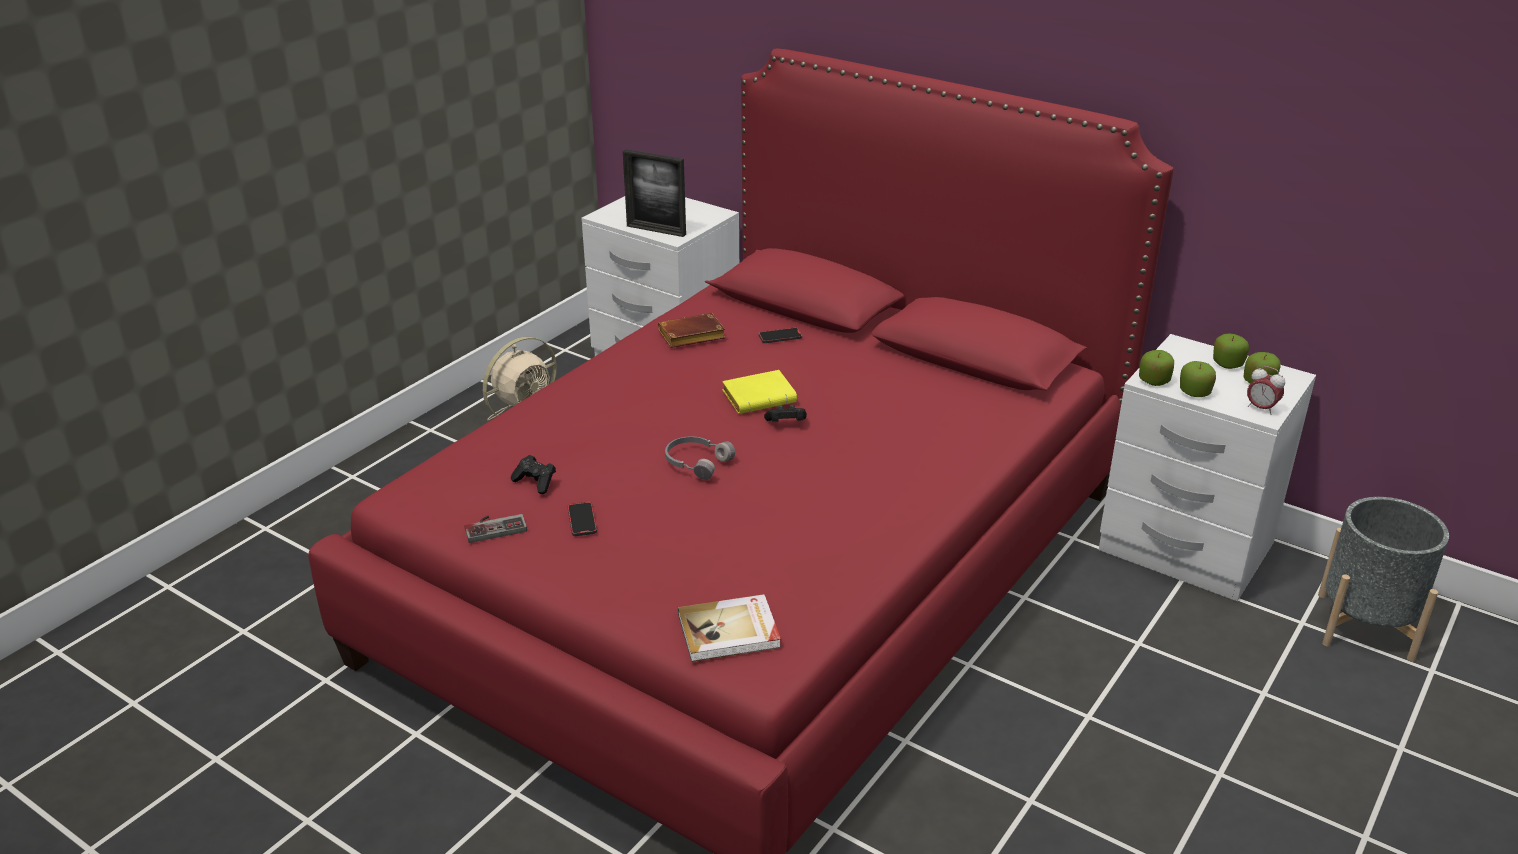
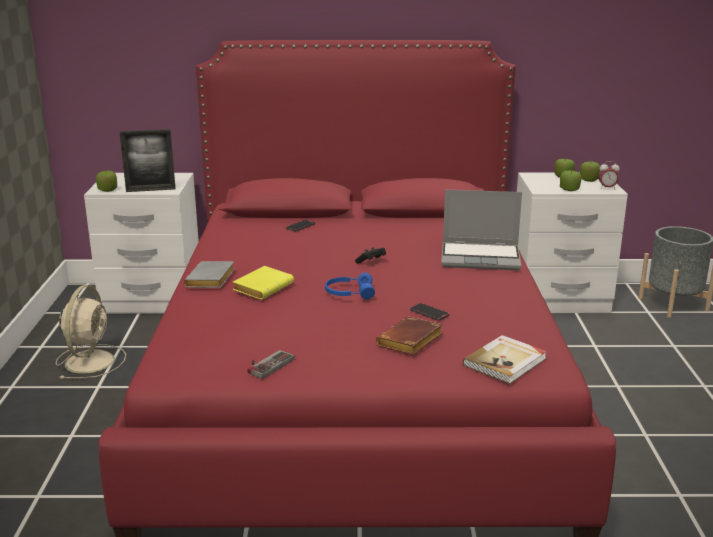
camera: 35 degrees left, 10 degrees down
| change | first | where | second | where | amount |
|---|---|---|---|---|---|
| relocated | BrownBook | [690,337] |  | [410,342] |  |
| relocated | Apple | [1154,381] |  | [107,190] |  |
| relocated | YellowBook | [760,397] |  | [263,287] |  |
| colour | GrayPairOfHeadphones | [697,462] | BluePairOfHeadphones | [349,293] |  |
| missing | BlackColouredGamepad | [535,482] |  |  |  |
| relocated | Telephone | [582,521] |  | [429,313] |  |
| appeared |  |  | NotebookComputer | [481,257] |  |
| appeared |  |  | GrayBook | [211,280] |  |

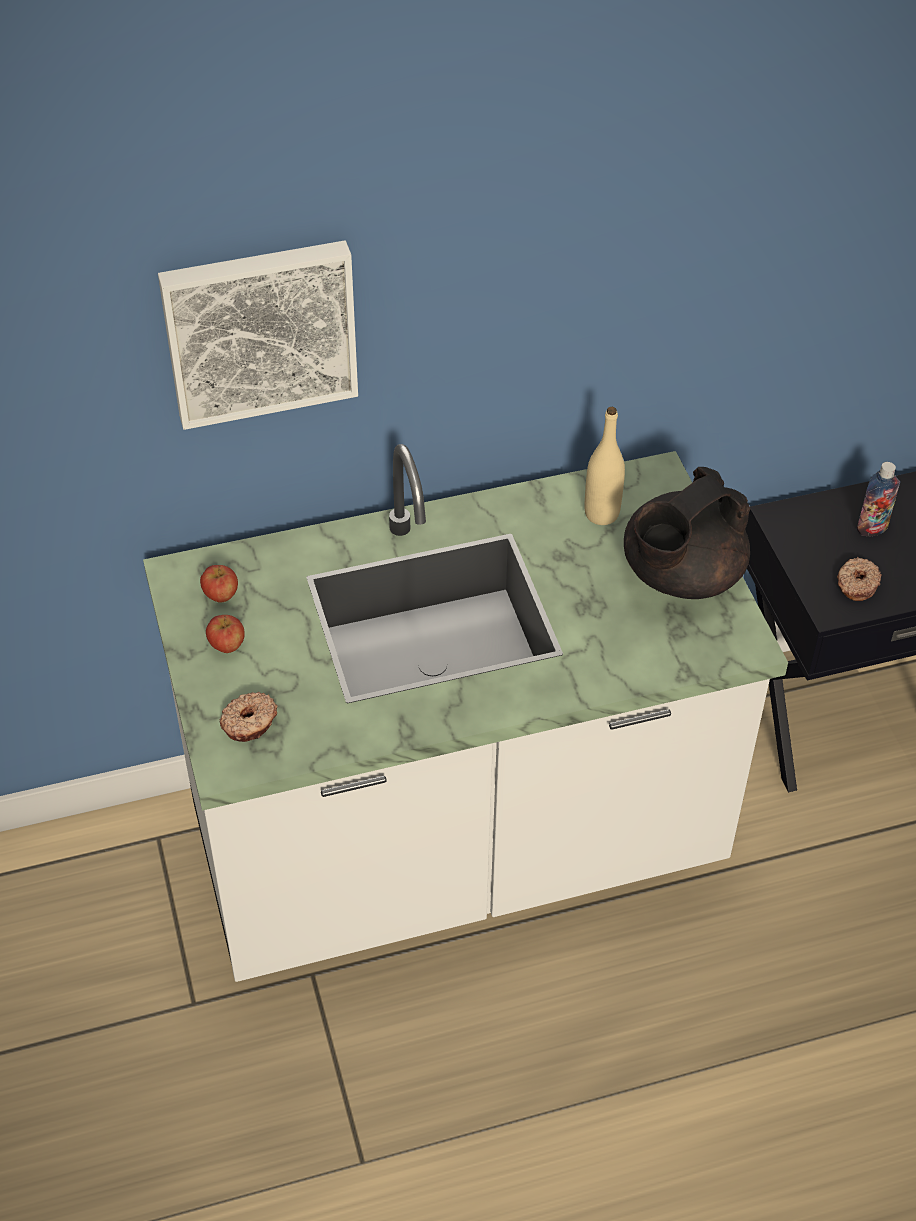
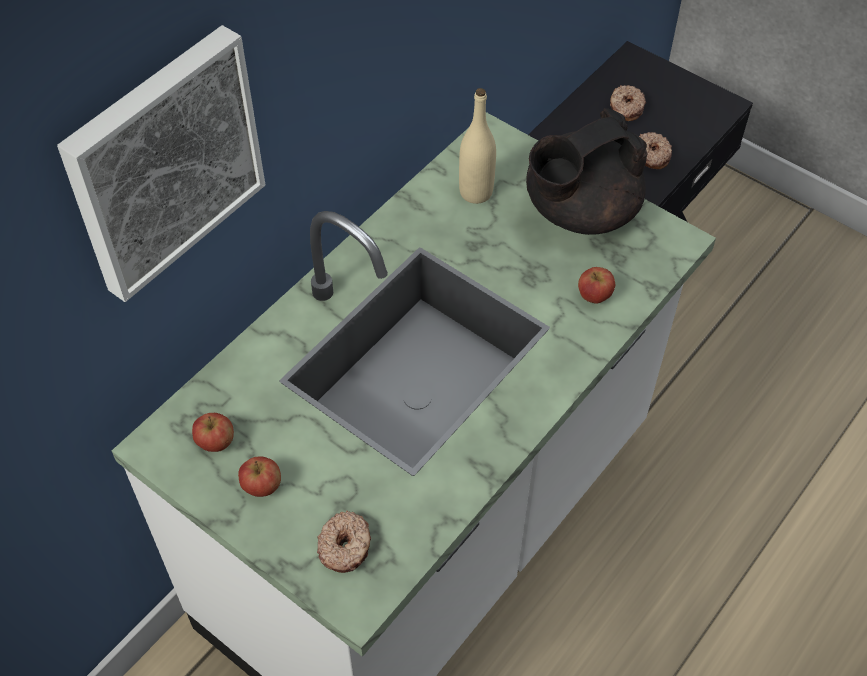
camera: 35 degrees left, 5 degrees up
| change | first | where | second | where | amount |
|---|---|---|---|---|---|
| exchanged | BeverageBottle | [872,528] | RingDoughnut | [625,108] |  |
| spun | BlackColouredTeapot | [680,575] |  | [579,211] | 45 degrees clockwise |
| appeared |  |  | Apple | [594,296] |  |

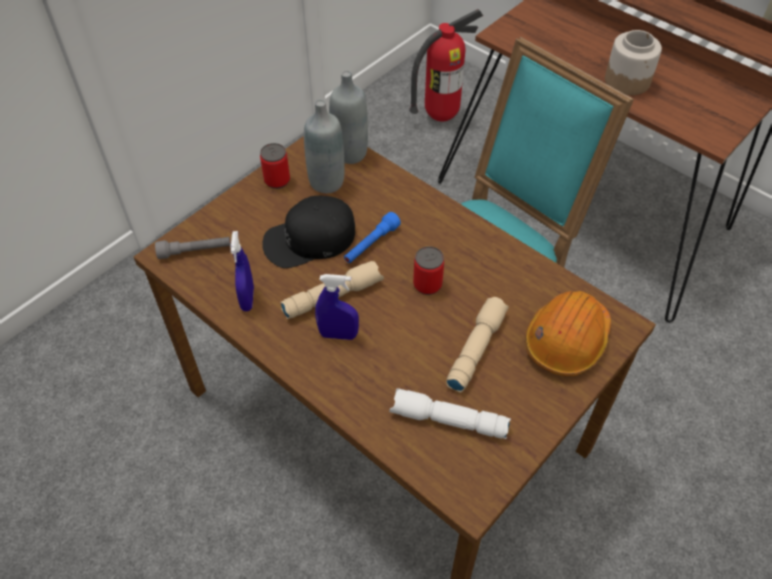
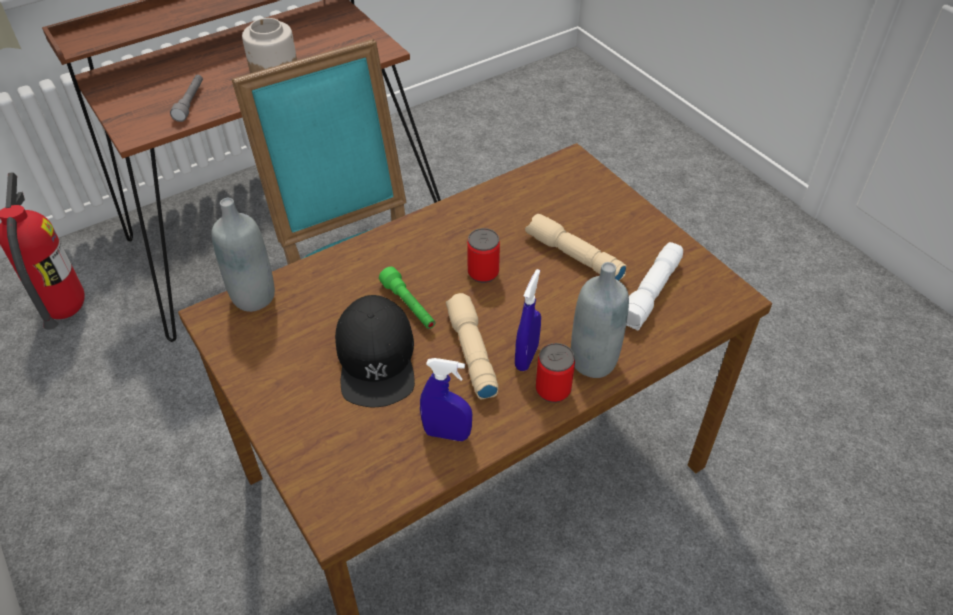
camera: 75 degrees left, 5 degrees down
| change | first | where | second | where | amount |
|---|---|---|---|---|---|
| relocated | GrayBeverageBottle | [326,182] |  | [593,361] |  |
| relocated | MetalCan | [277,180] |  | [553,390] |  |
| colour | BlueTorch | [371,244] | GreenishTorch | [409,306] |  |
| relocated | GrayTorch | [195,251] |  | [190,103] |  |
| missing | OrangeyHardHat | [566,340] |  |  |  |

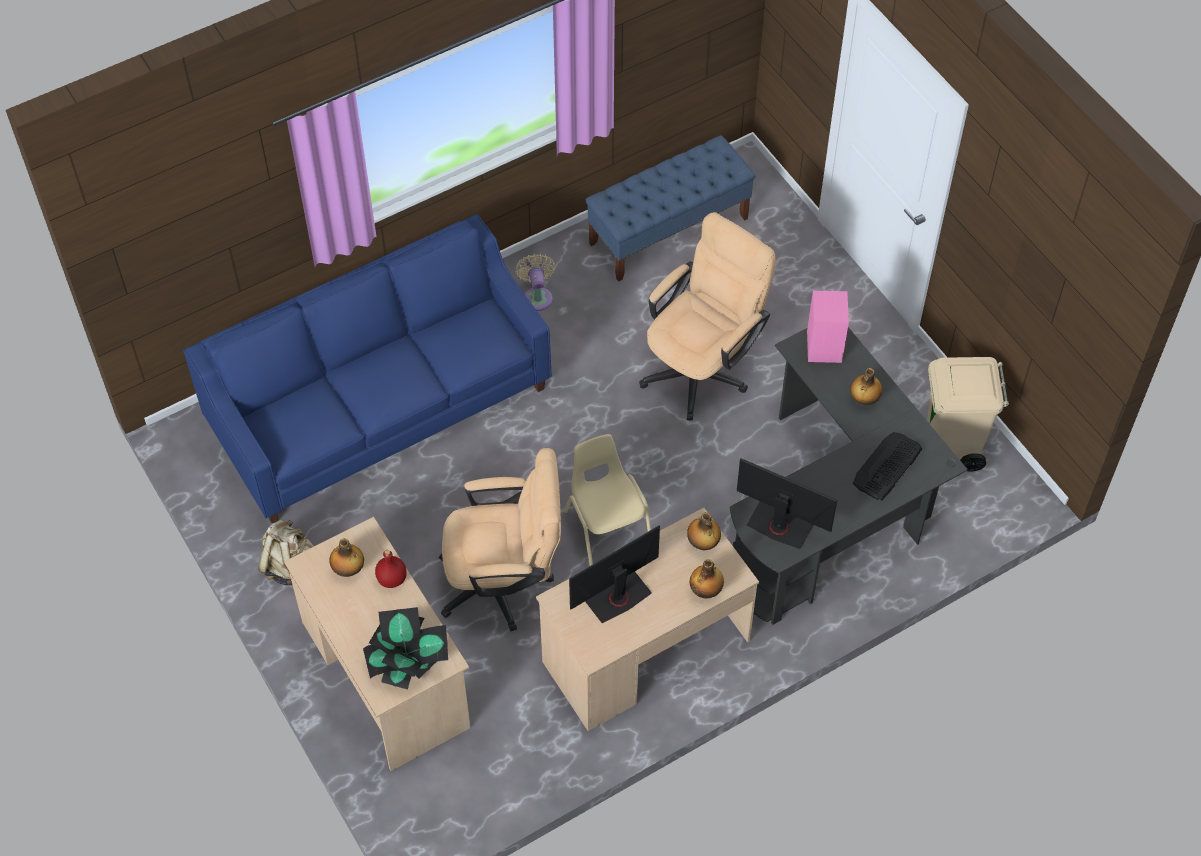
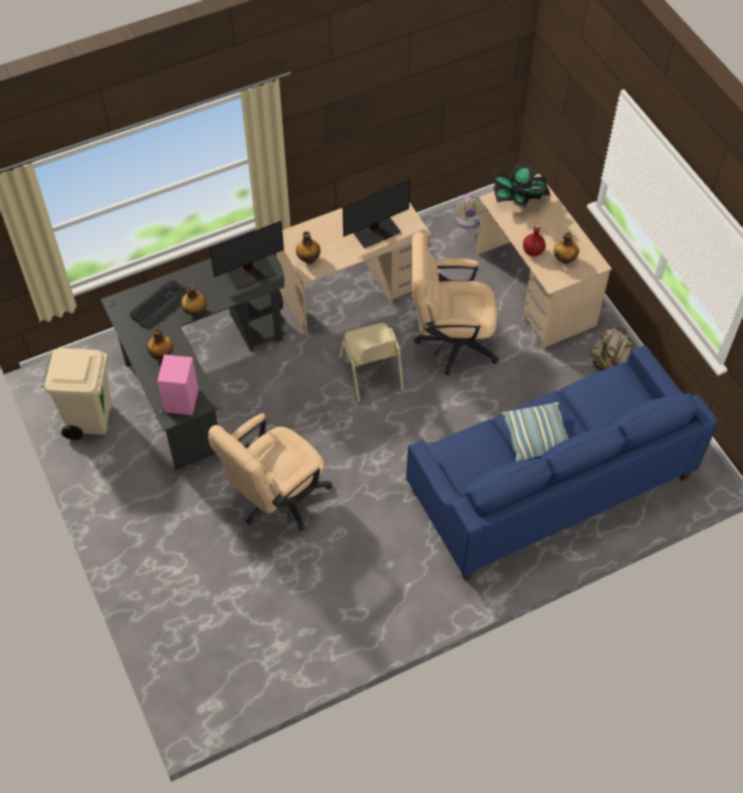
camera: 175 degrees left, 0 degrees up
| change | first | where | second | where | amount |
|---|---|---|---|---|---|
| missing | BlueIndoorBench | [669,230] |  |  |  |
| relocated | BeigeCoolingFan | [537,296] |  | [467,222] |  |
| spun | ComputerScreen | [780,523] |  | [249,271] | 60 degrees counterclockwise |
| relocated | BeverageBottle | [706,591] |  | [195,311] |  |
| appeared |  |  | ThrowPillow | [536,438] |  |

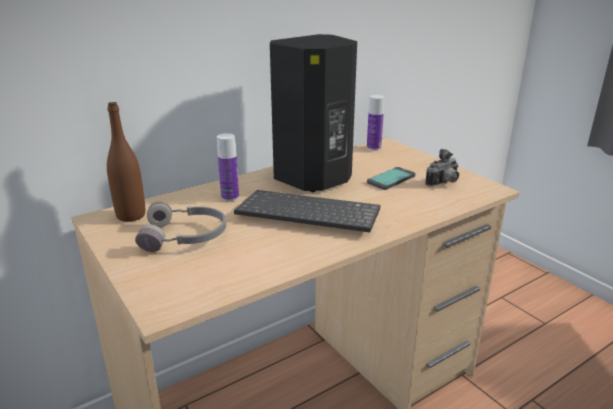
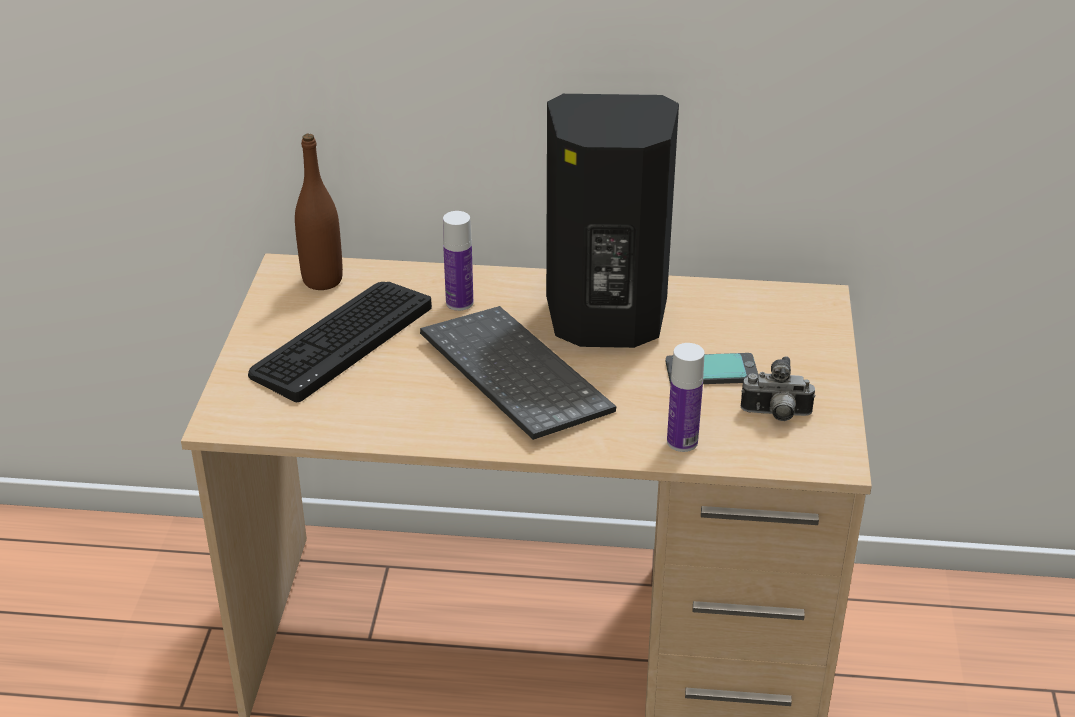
camera: 40 degrees right, 10 degrees up
| change | first | where | second | where | amount |
|---|---|---|---|---|---|
| relocated | BeverageBottle | [373,148] |  | [682,442] |  |
| exchanged | GrayPairOfHeadphones | [185,237] | PcKeyboard | [341,340] |  |

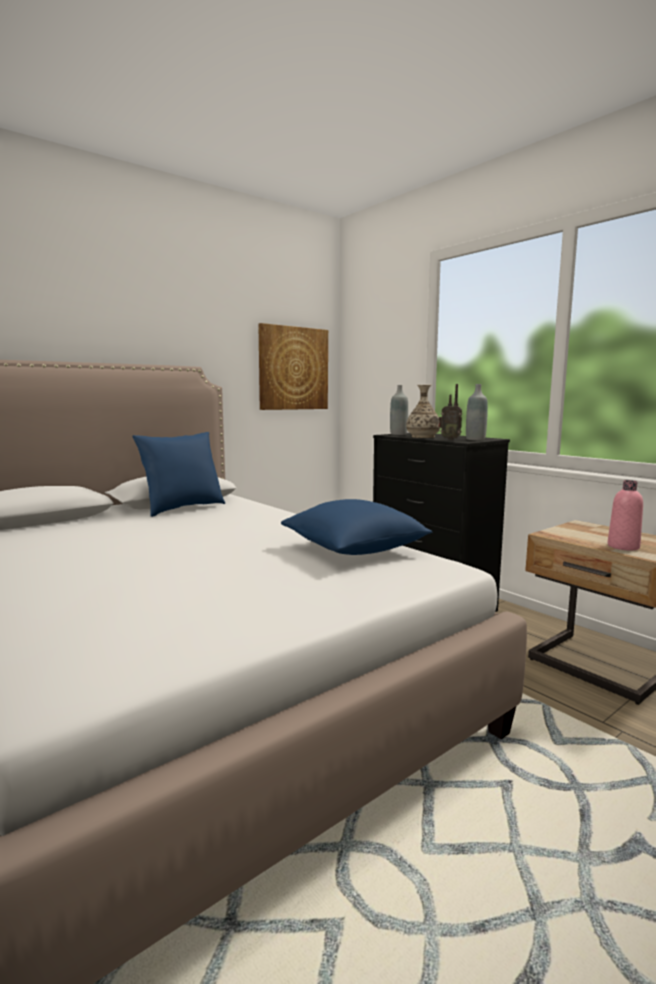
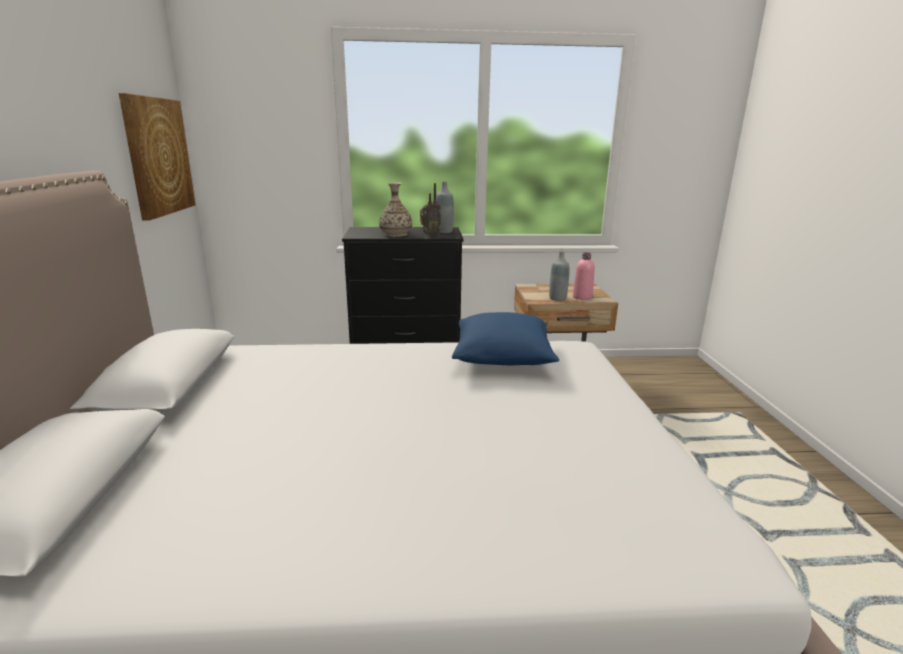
camera: 55 degrees left, 10 degrees up
| change | first | where | second | where | amount |
|---|---|---|---|---|---|
| relocated | GrayBeverageBottle | [398,434] |  | [557,298] |  |
| missing | BlueThrowPillow | [182,508] |  |  |  |

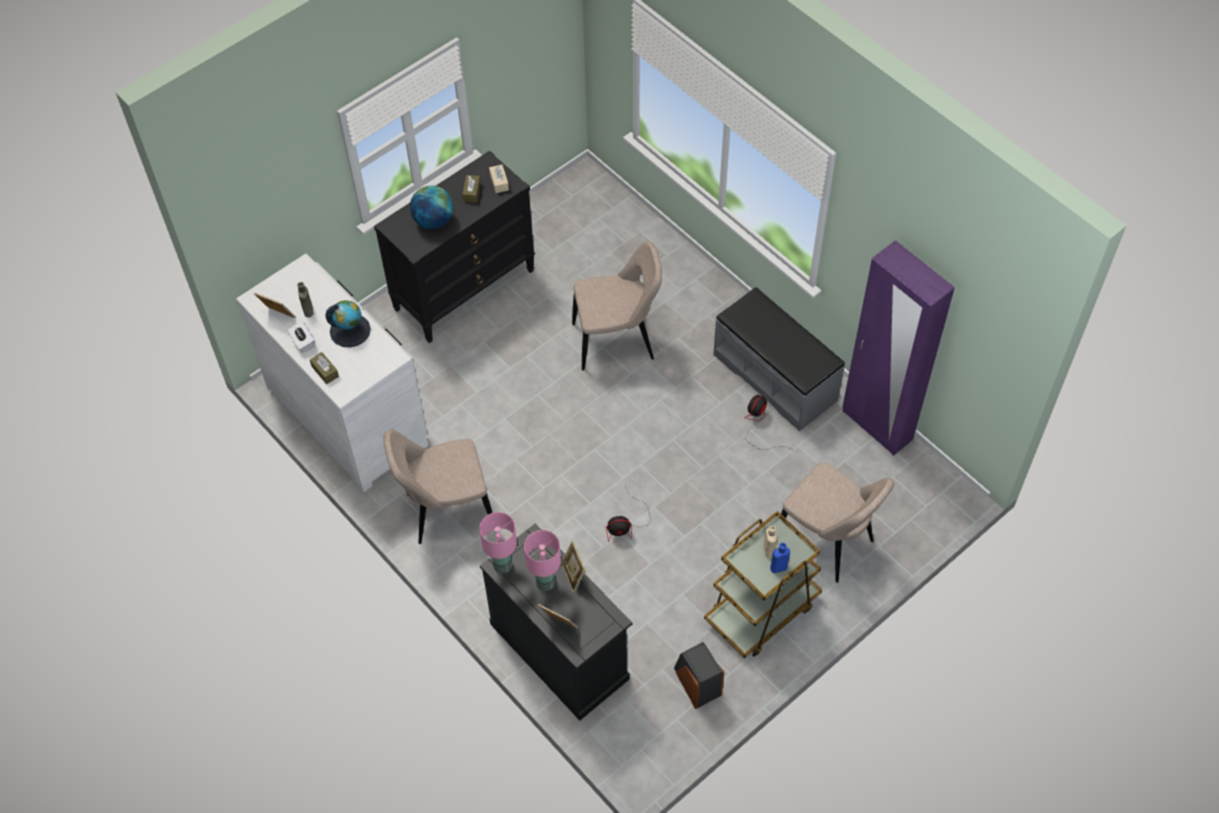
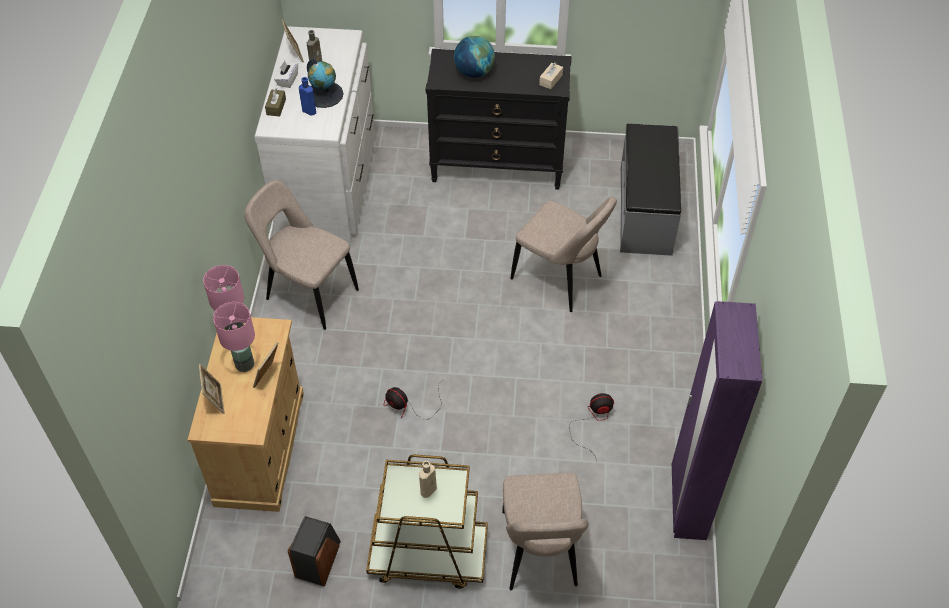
camera: 45 degrees right, 5 degrees down
| change | first | where | second | where | amount |
|---|---|---|---|---|---|
| missing | BrownBoxOfTissues | [472,192] |  |  |  |
| relocated | GrayIndoorBench | [775,377] |  | [646,210] |  |
| colour | BlackColouredCabinet | [559,651] | BeigeCabinet | [260,448] |  |
| relocated | BlueBeverageBottle | [777,568] |  | [308,111] |  |

